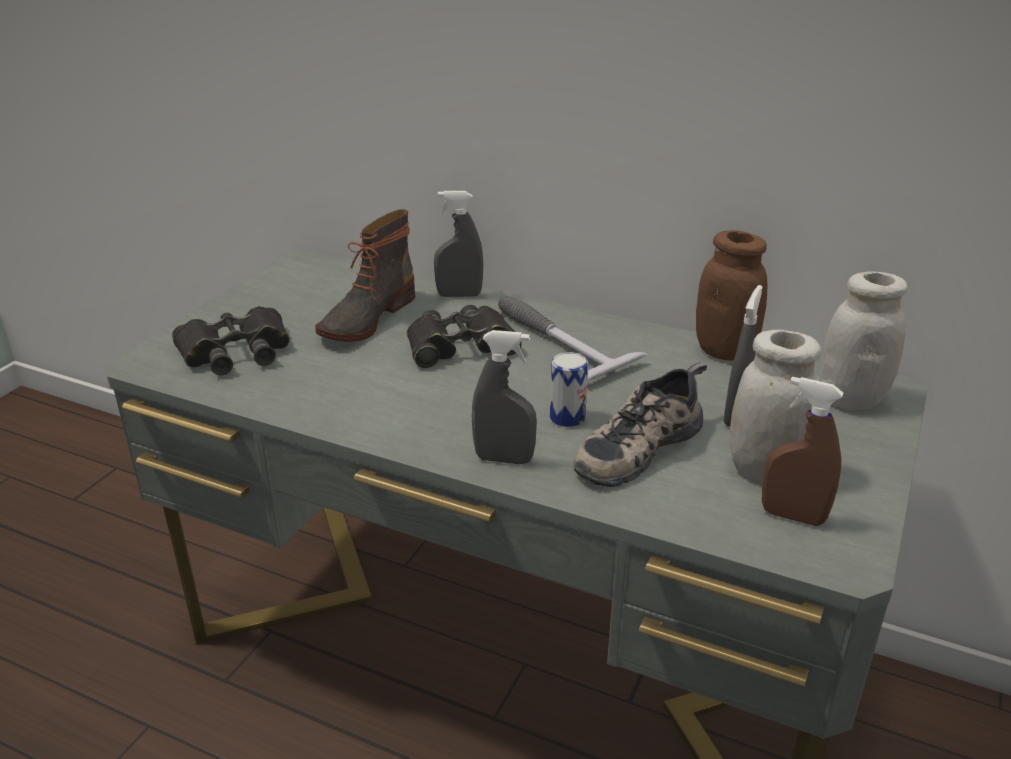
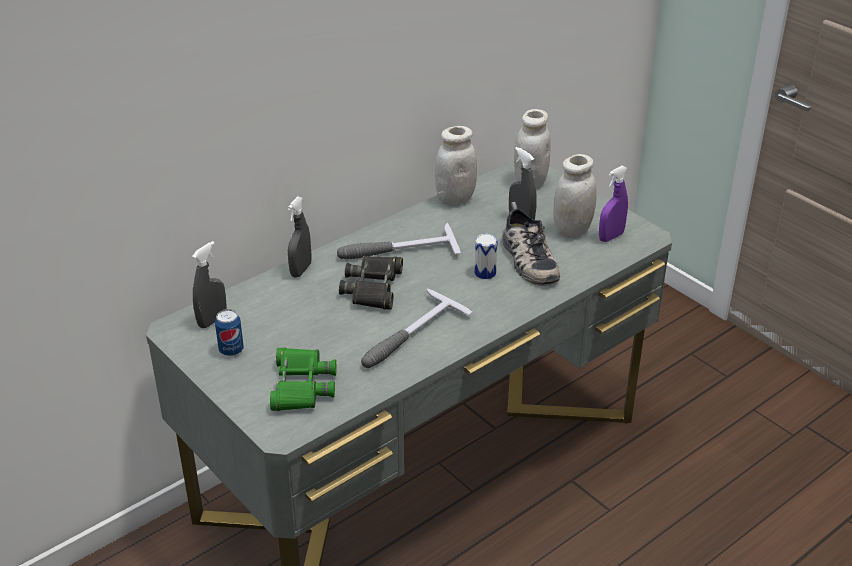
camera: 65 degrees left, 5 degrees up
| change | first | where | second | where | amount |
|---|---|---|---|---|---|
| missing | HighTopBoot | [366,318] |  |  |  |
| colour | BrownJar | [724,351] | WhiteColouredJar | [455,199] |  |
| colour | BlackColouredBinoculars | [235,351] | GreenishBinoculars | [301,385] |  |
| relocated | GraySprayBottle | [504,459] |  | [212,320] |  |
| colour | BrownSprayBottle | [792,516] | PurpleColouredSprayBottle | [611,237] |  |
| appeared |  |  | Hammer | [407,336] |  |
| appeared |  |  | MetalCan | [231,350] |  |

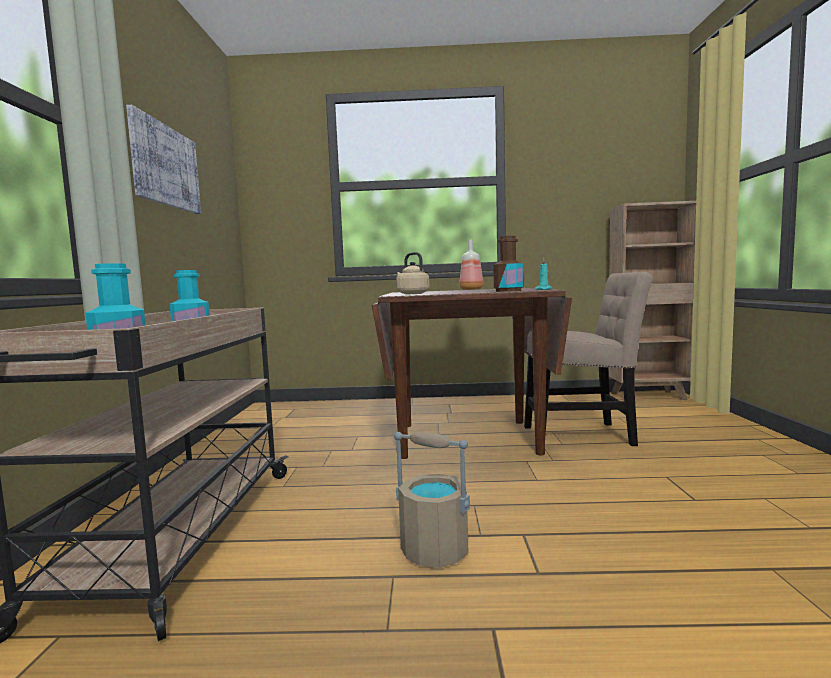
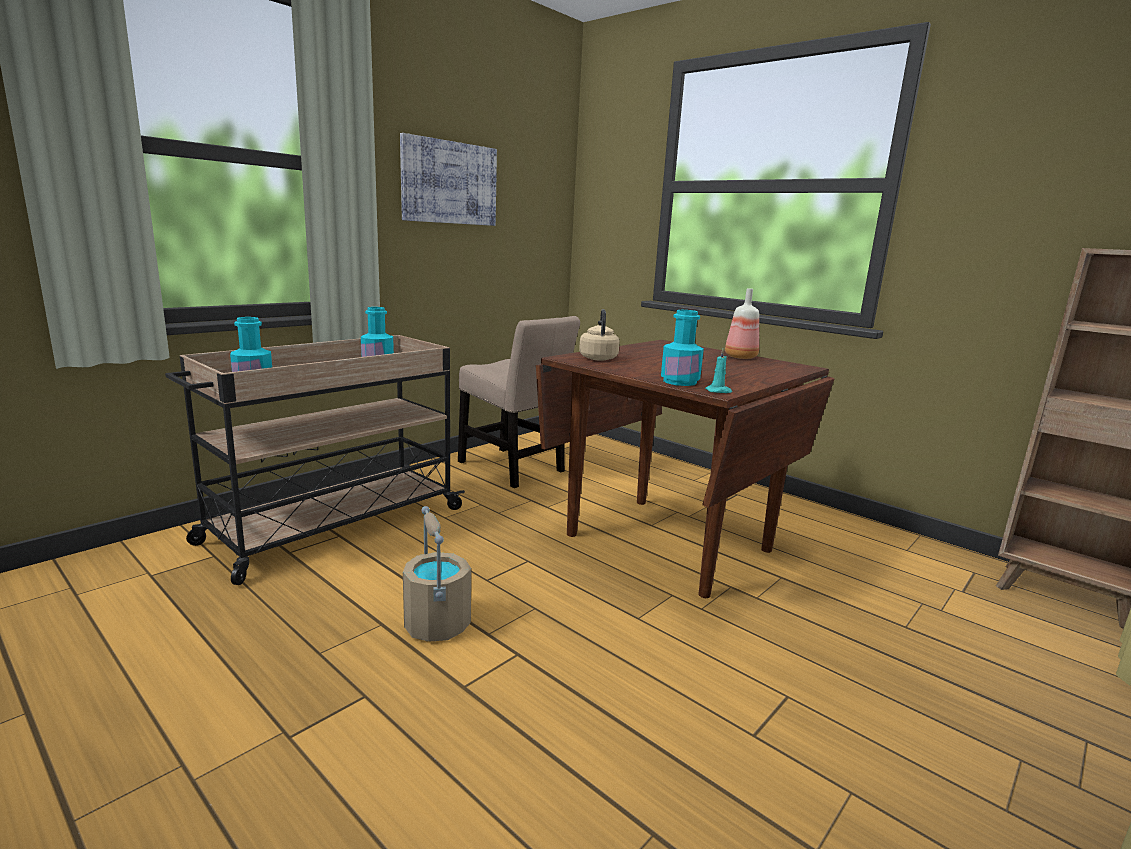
camera: 40 degrees right, 10 degrees up
| change | first | where | second | where | amount |
|---|---|---|---|---|---|
| colour | BrownBeverageBottle | [508,291] | TurquoiseBeverageBottle | [680,382] |  |
| relocated | BeigeUprightChair | [583,435] |  | [513,468] |  |

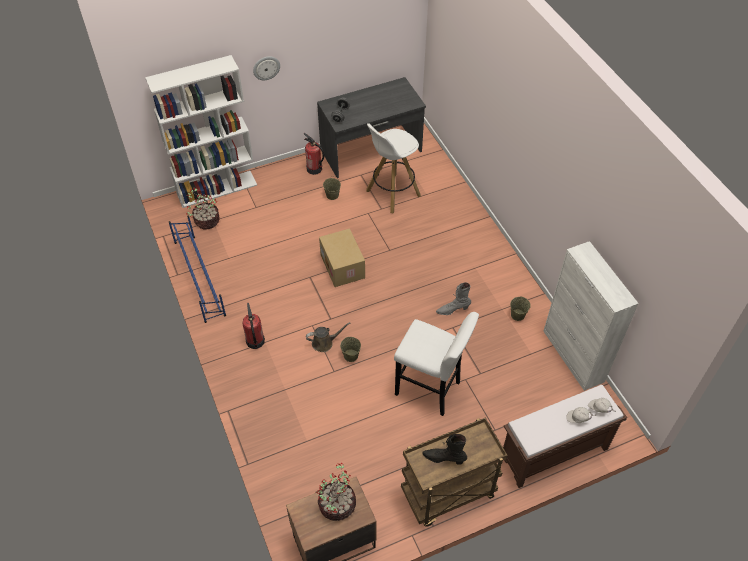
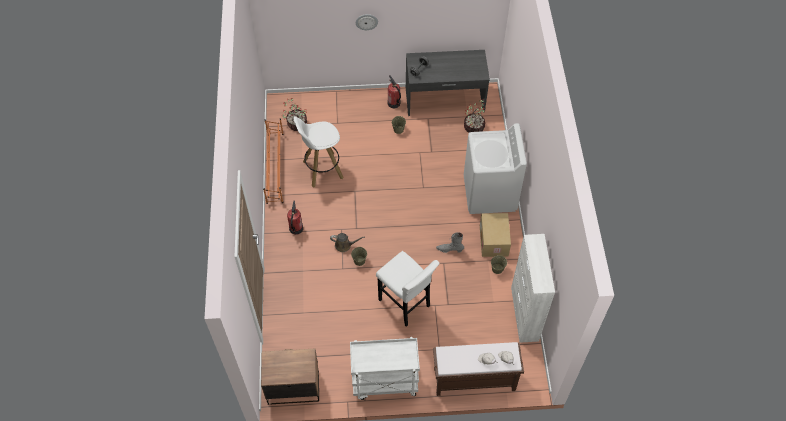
camera: 20 degrees right, 5 degrees up
| change | first | where | second | where | amount |
|---|---|---|---|---|---|
| missing | WhiteColouredBookcase | [217,189] |  |  |  |
| relocated | WhiteColouredStool | [392,194] |  | [322,170] |  |
| colour | BlueShoeShelf | [199,277] | OrangeyShoeShelf | [275,167] |  |
| relocated | CardboardBox | [343,266] |  | [494,241] |  |
| colour | BrownCart | [448,494] | WhiteColouredCart | [384,383] |  |
| missing | BlackColouredHighTopBoot | [444,458] |  |  |  |
| relocated | PottedPlant | [337,504] |  | [474,127] |  |
| appeared |  |  | WhiteColouredLaundryMachine | [490,194] |  |

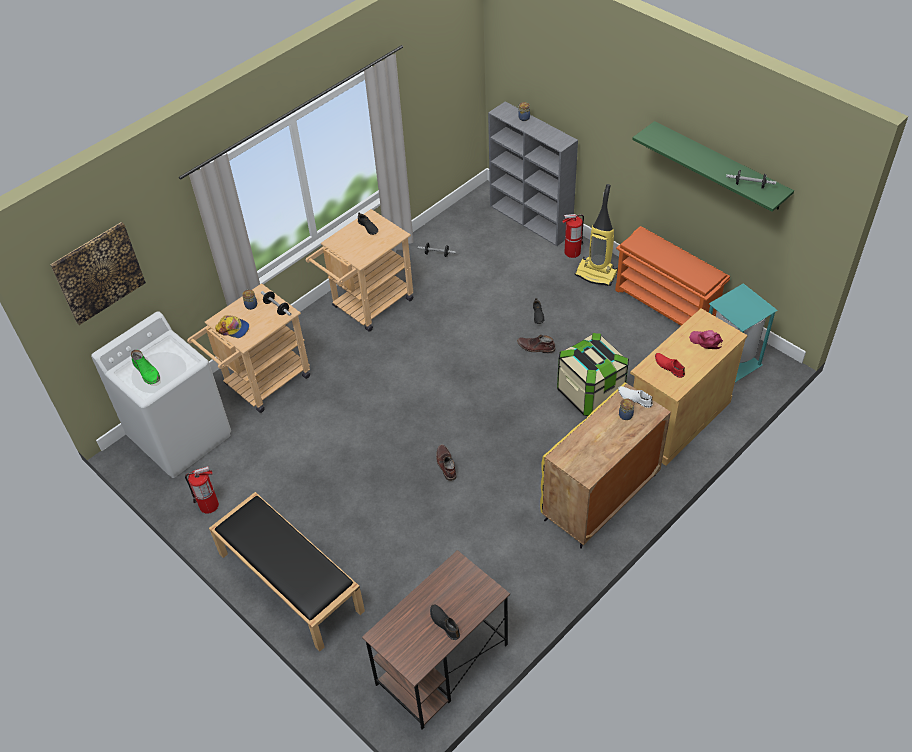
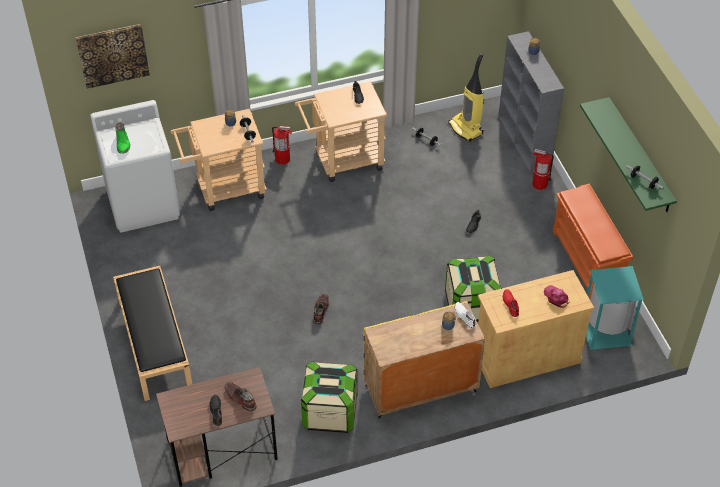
camera: 25 degrees right, 0 degrees up
| change | first | where | second | where | amount |
|---|---|---|---|---|---|
| relocated | VacuumCleaner | [596,274] |  | [466,129] |  |
| missing | BaseballCap | [233,329] |  |  |  |
| relocated | BrownHighTopBoot | [535,347] |  | [240,398] |  |
| relocated | Extinguisher | [209,505] |  | [283,159] |  |
| appeared |  |  | StorageContainer | [330,412] |  |

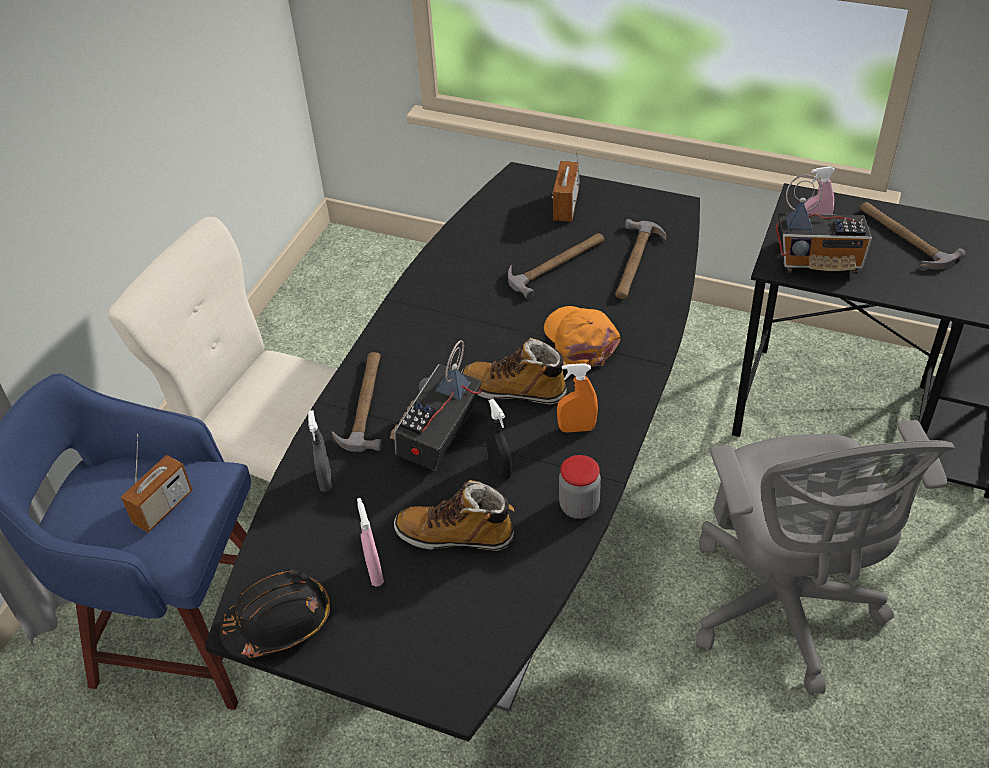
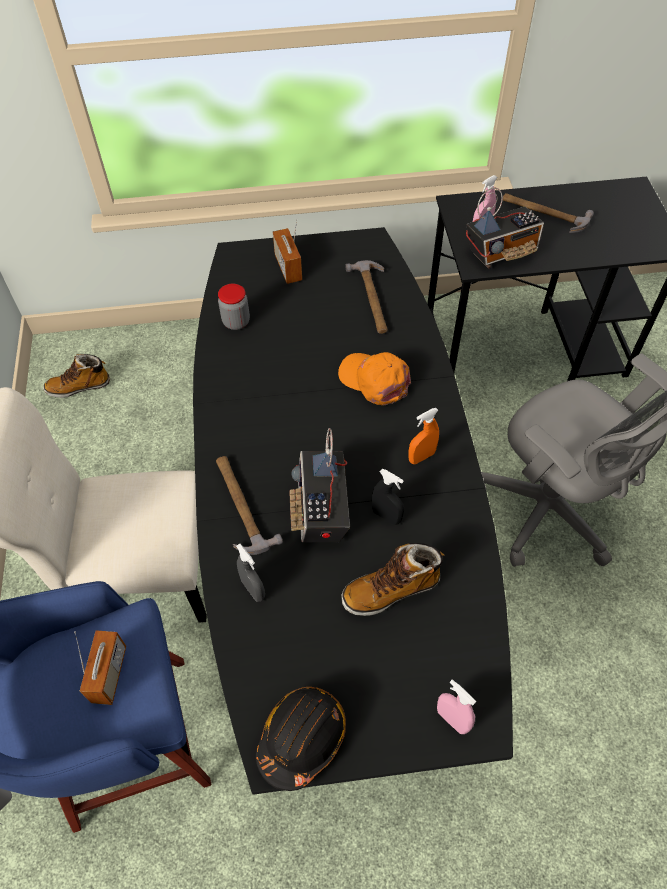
camera: 30 degrees left, 10 degrees up
| change | first | where | second | where | amount |
|---|---|---|---|---|---|
| missing | Hammer | [557,264] |  |  |  |
| relocated | HighTopBoot | [515,390] |  | [79,386] |  |
| relocated | Jar | [579,506] |  | [236,322] |  |
| relocated | PinkColouredSprayBottle | [374,572] |  | [452,719] |  |

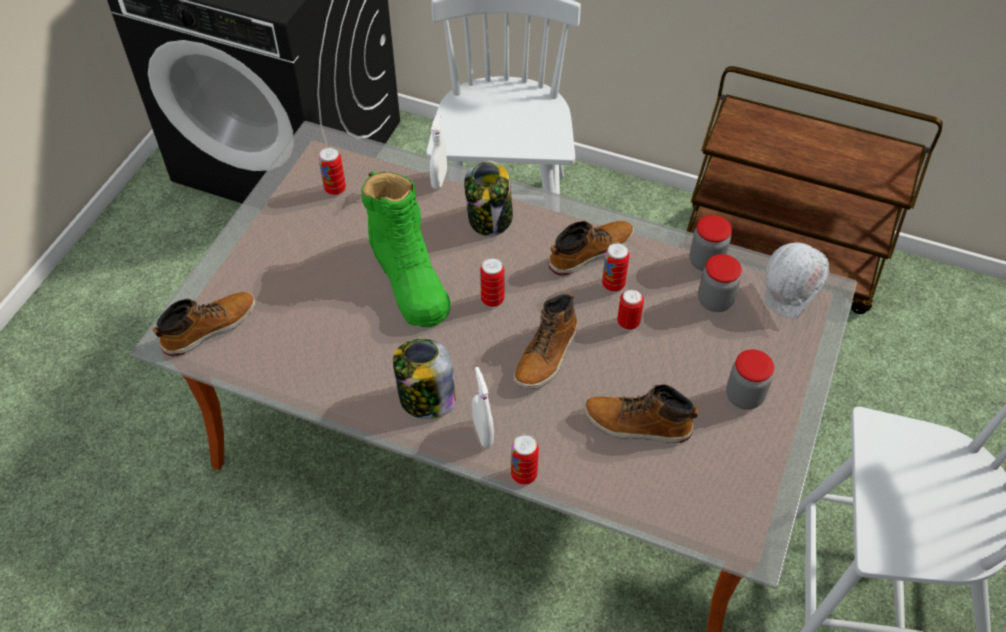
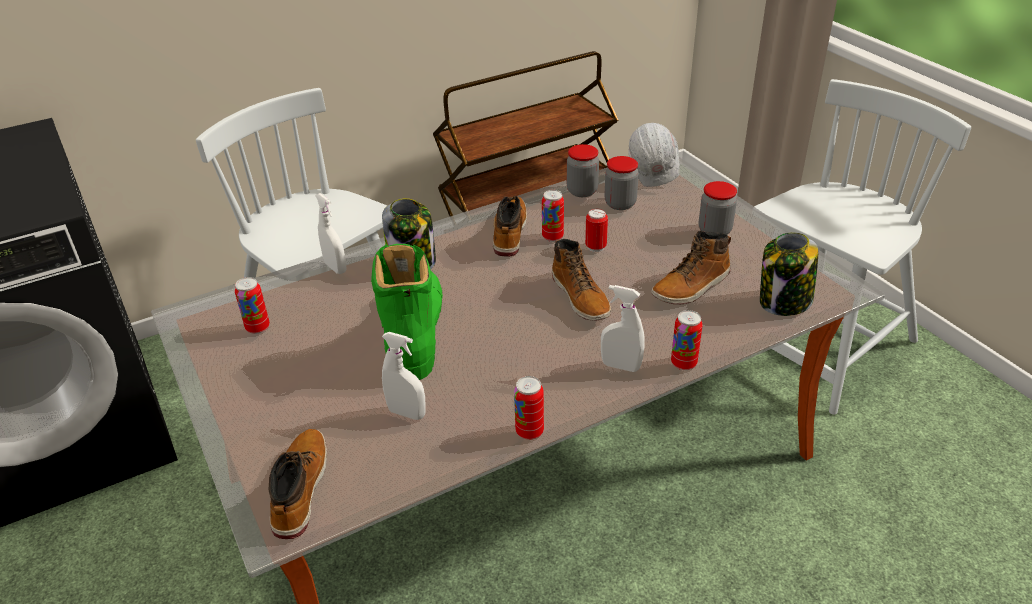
camera: 50 degrees left, 15 degrees down
| change | first | where | second | where | amount |
|---|---|---|---|---|---|
| spun | GreenishHighTopBoot | [409,278] |  | [414,332] | 105 degrees counterclockwise |
| relocated | MetalCan | [492,299] |  | [529,431] |  |
| relocated | Jar | [426,398] |  | [784,302] |  |
| appeared |  |  | WhiteColouredSprayBottle | [407,413] |  |

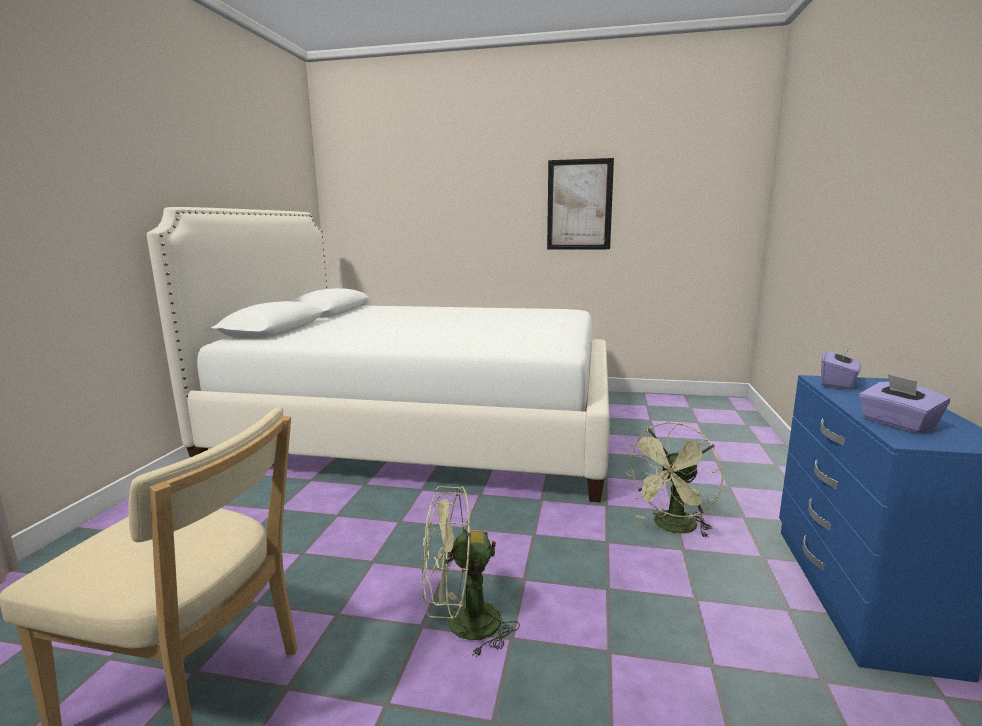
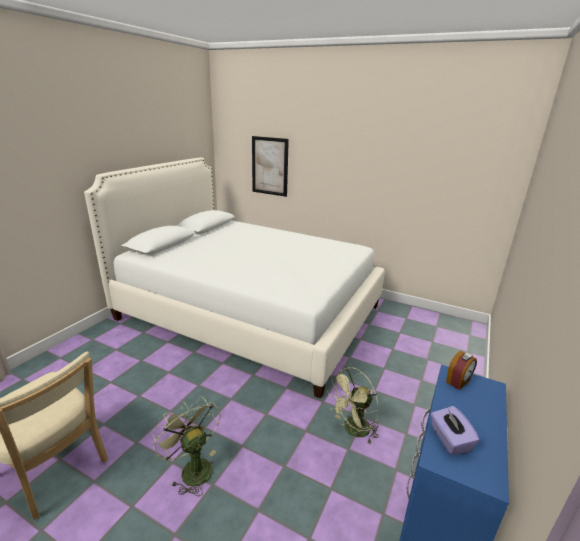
camera: 15 degrees right, 10 degrees up
| change | first | where | second | where | amount |
|---|---|---|---|---|---|
| relocated | Picture | [579,205] |  | [269,166] |  |
| exchanged | PurpleColouredBoxOfTissues | [838,383] | TableClock | [458,382] |  |
| spun | GreenishCoolingFan | [462,625] |  | [192,468] | 45 degrees clockwise |

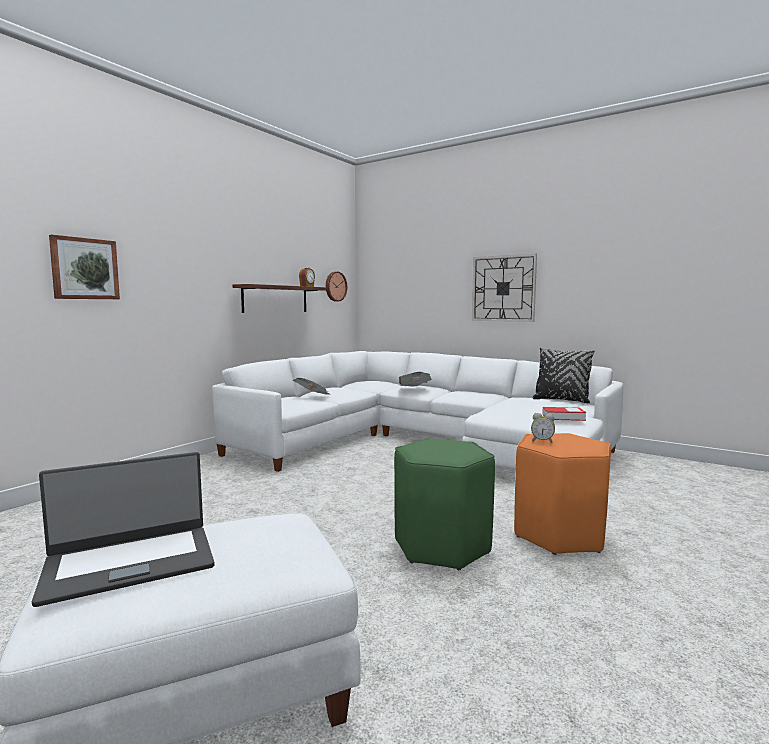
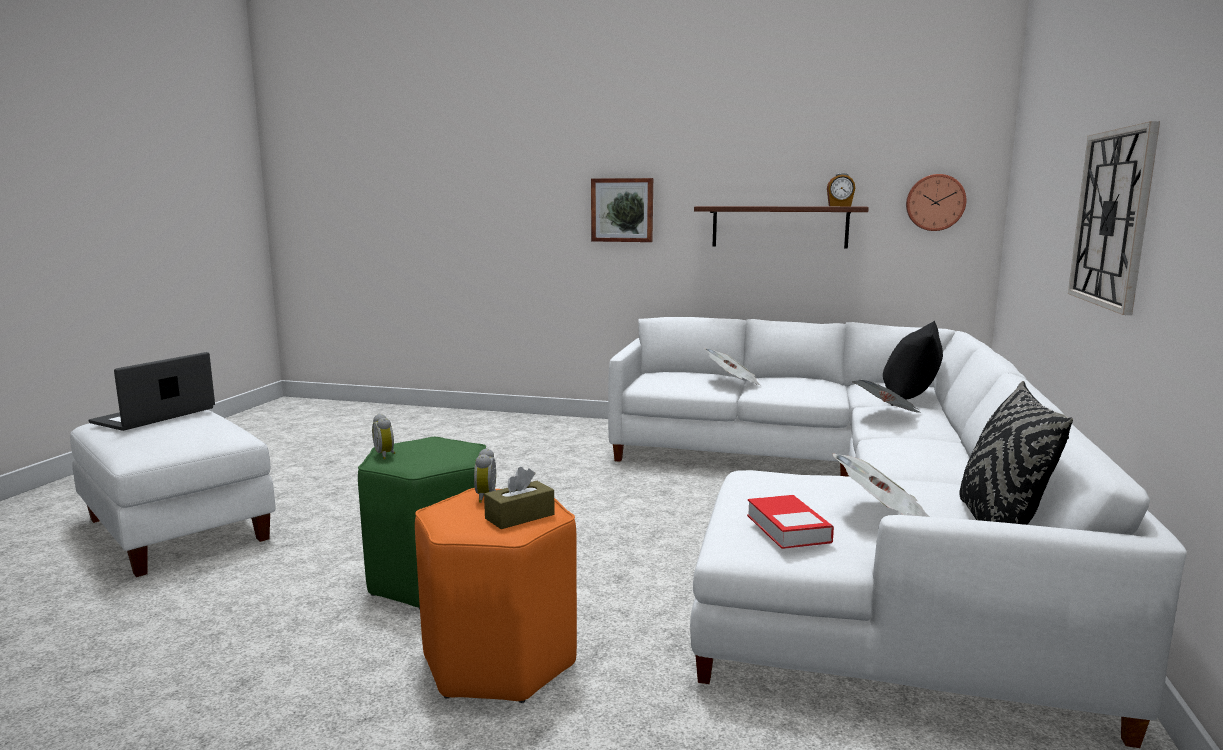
camera: 70 degrees right, 5 degrees up
| change | first | where | second | where | amount |
|---|---|---|---|---|---|
| relocated | Picture | [84,269] |  | [622,210] |  |
| spun | NotebookComputer | [130,562] |  | [155,416] | 75 degrees clockwise |
| appeared |  |  | BlackColouredThrowPillow | [909,398] |  |
| appeared |  |  | TableClock | [386,455] |  |
| appeared |  |  | PrintedPaper | [883,514] |  |
| appeared |  |  | BrownBoxOfTissues | [520,516] |  |

